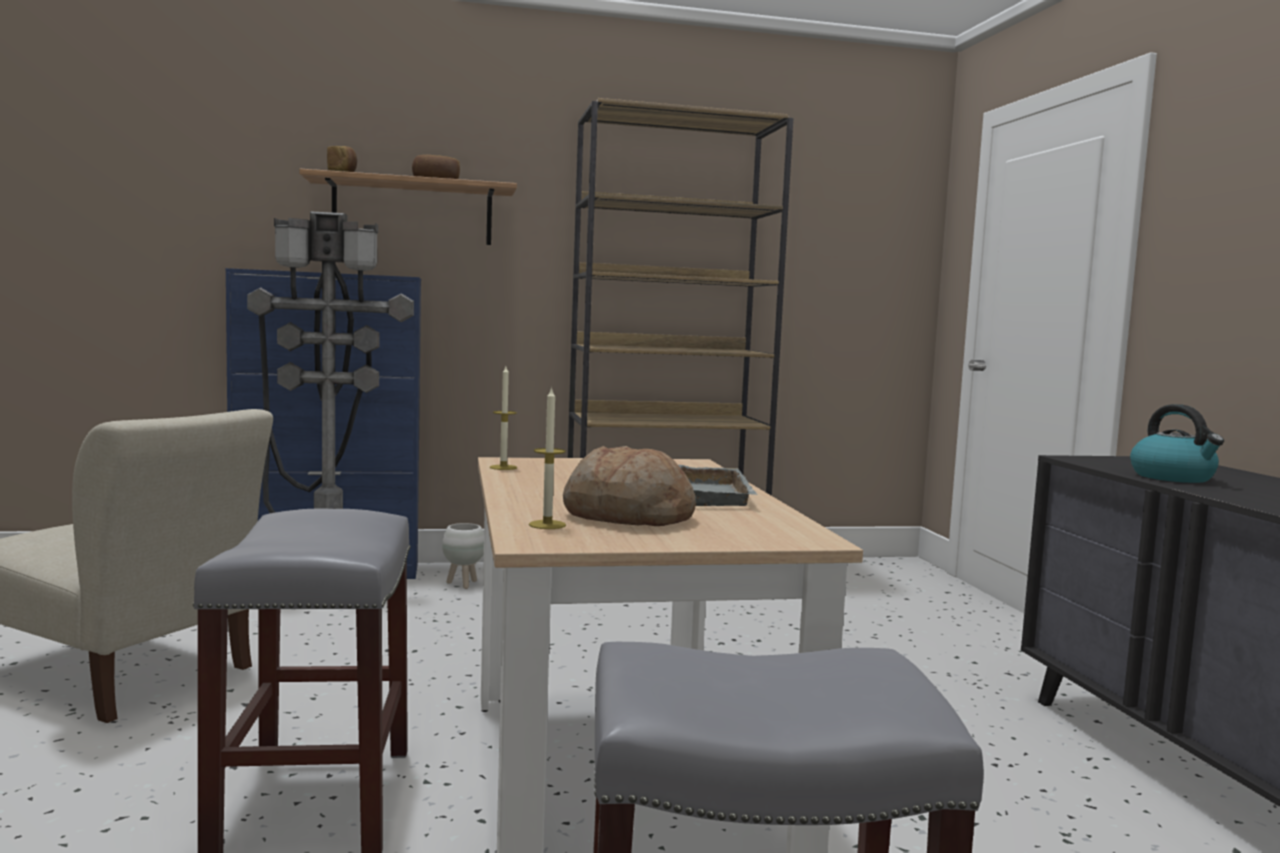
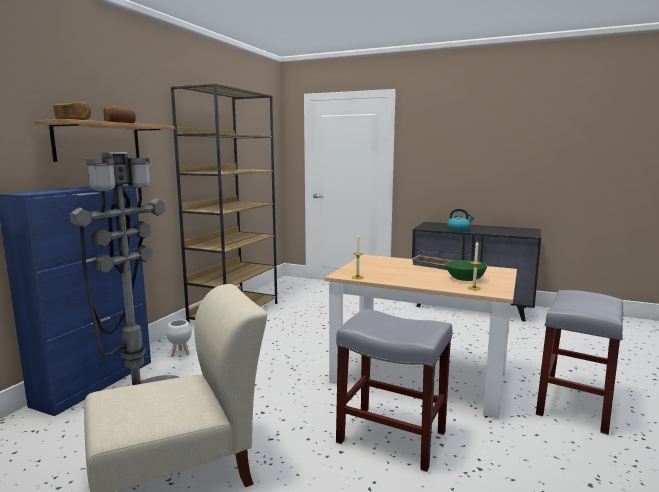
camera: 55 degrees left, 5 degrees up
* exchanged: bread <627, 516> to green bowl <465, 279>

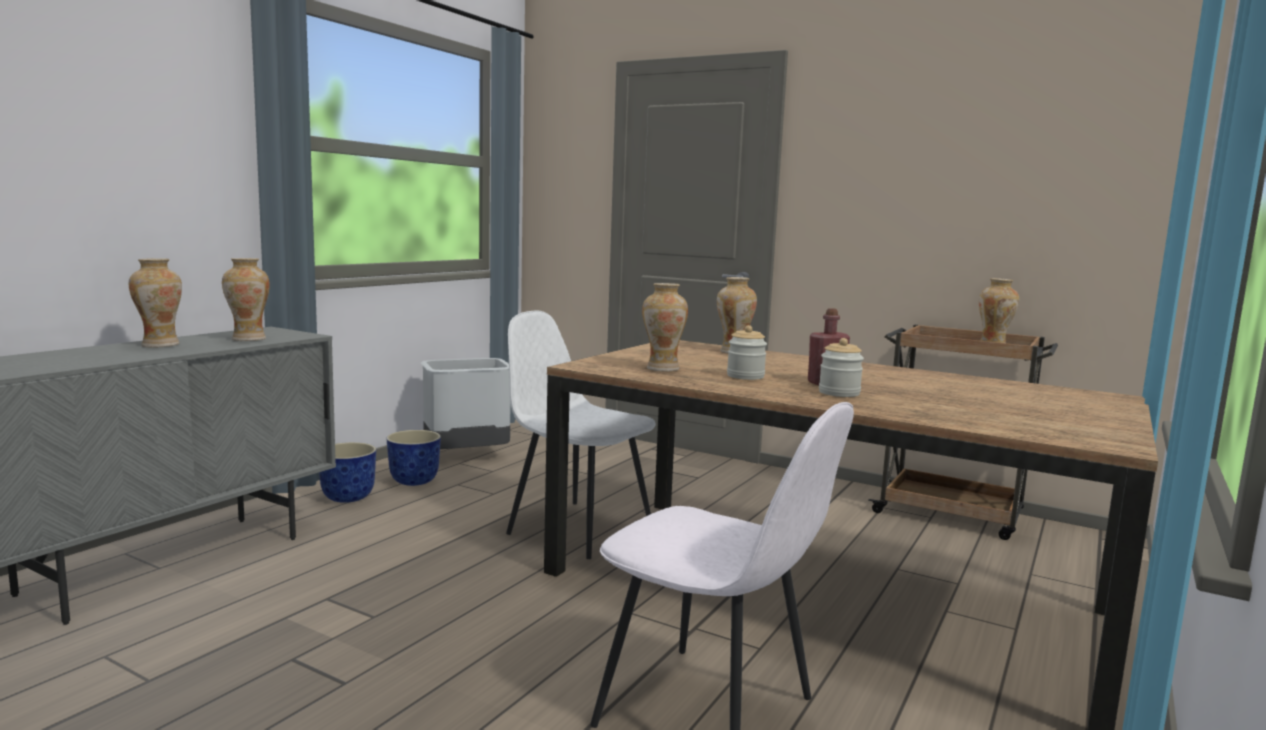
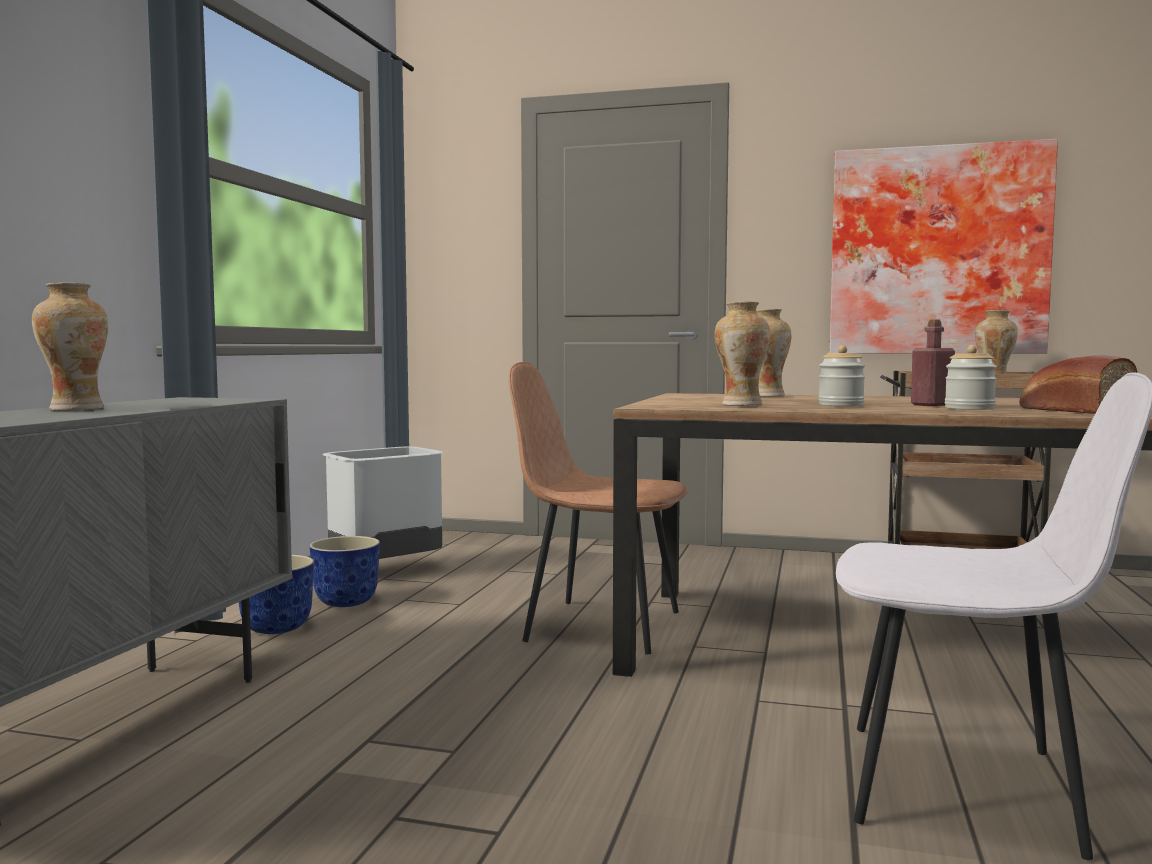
camera: 15 degrees left, 5 degrees down
* missing: vase <248, 339>
* appeared: picture <937, 251>
* appeared: bread <1070, 410>
* colour: white chair <577, 528> to brown chair <599, 626>

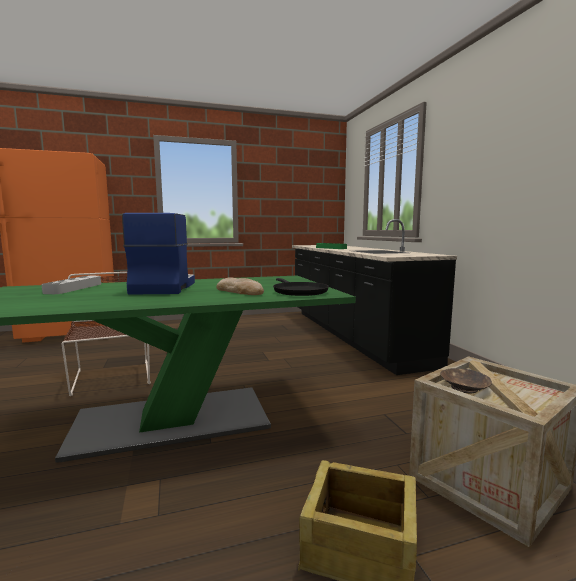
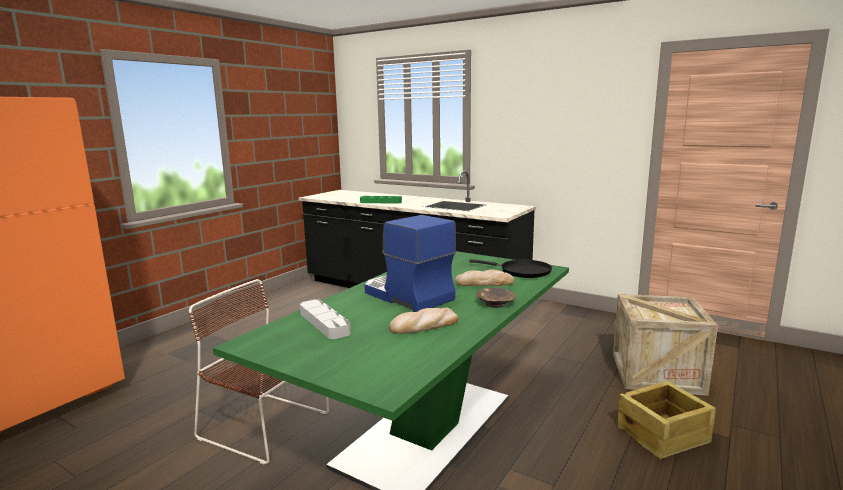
camera: 40 degrees left, 5 degrees up
* appeared: bread <424, 325>
* relocated: brown bowl <463, 387> to <494, 303>

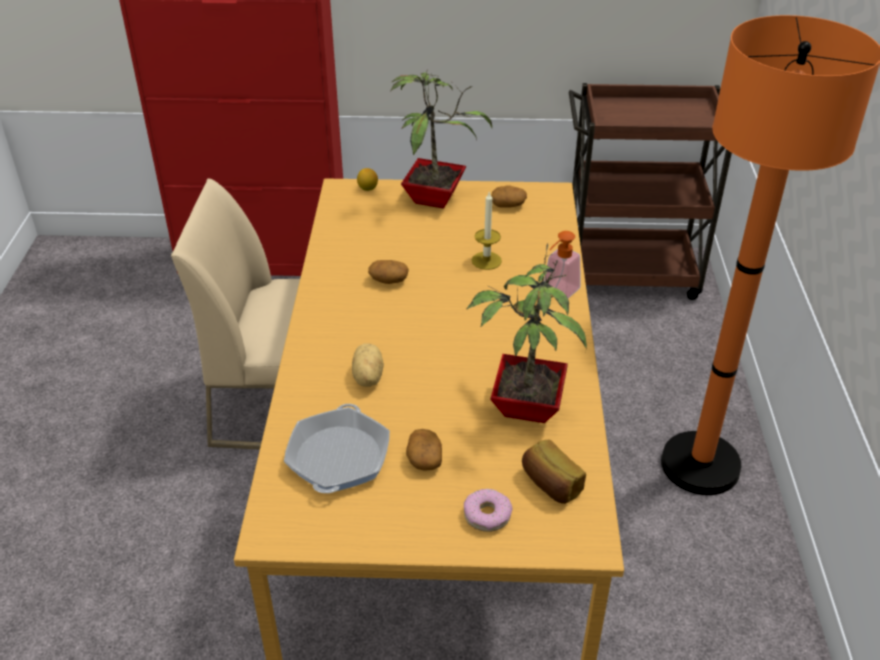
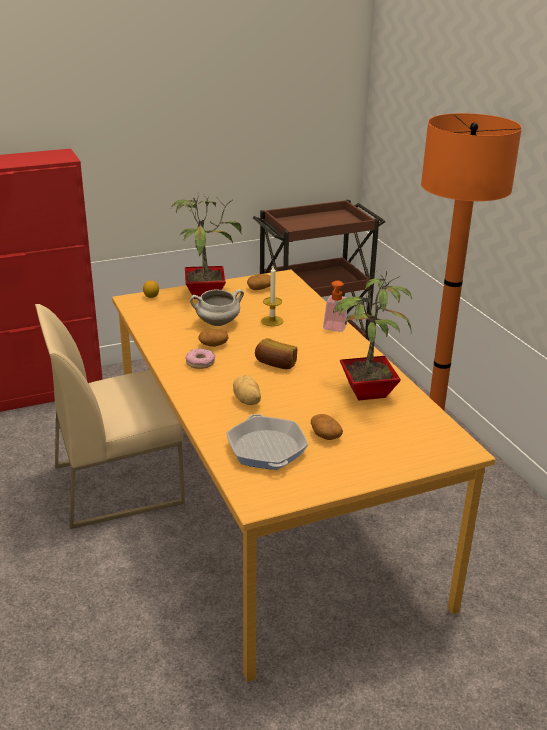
camera: 25 degrees left, 10 degrees down
* appeared: white cooking pot <217, 323>
* relocated: donut <487, 515> to <200, 363>
* relocated: bread <550, 484> to <275, 364>

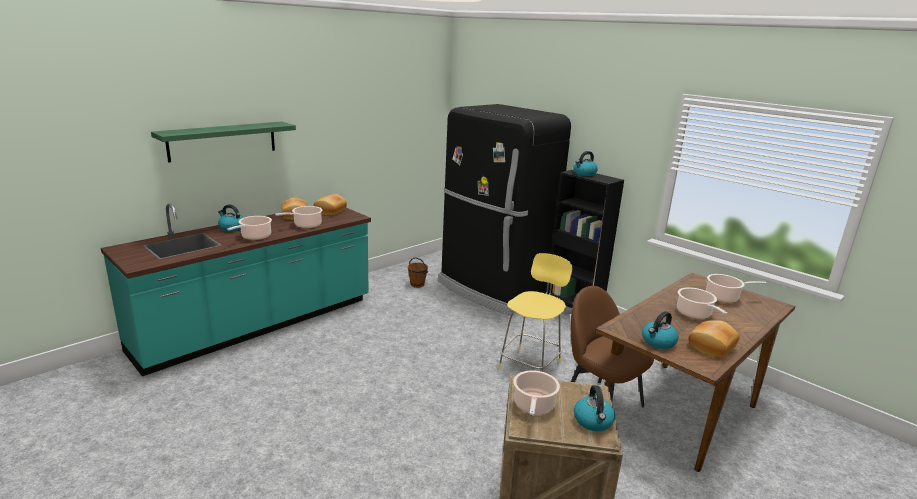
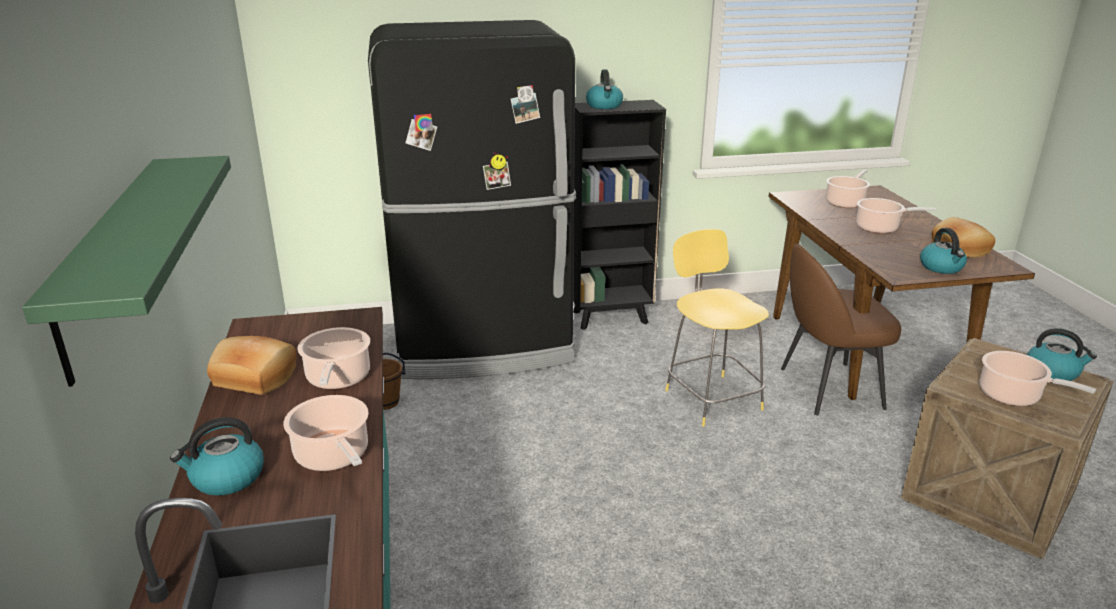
camera: 55 degrees left, 5 degrees up
* missing: bread <331, 211>

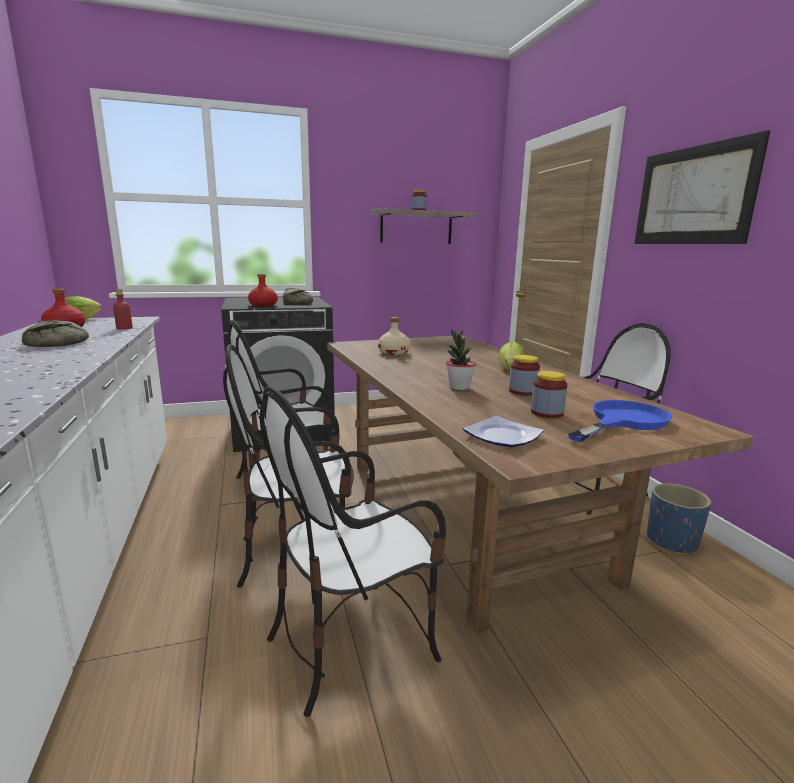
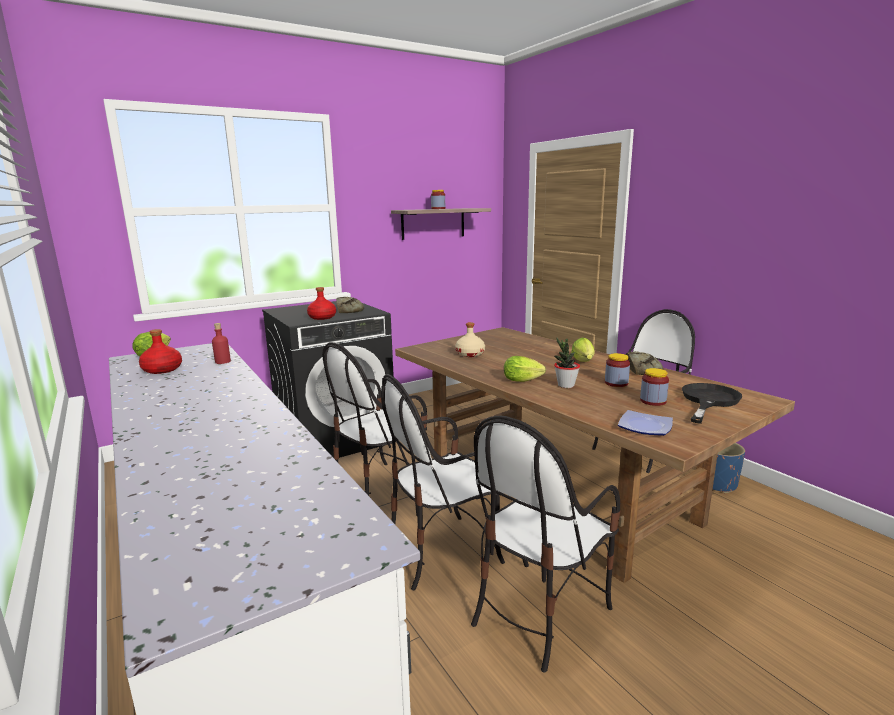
camera: 15 degrees left, 0 degrees up
* missing: picture <693, 196>
* appeared: lettuce <524, 381>
* relocated: bread <60, 343> to <641, 369>
* colour: blue frying pan <622, 421> to black frying pan <708, 401>

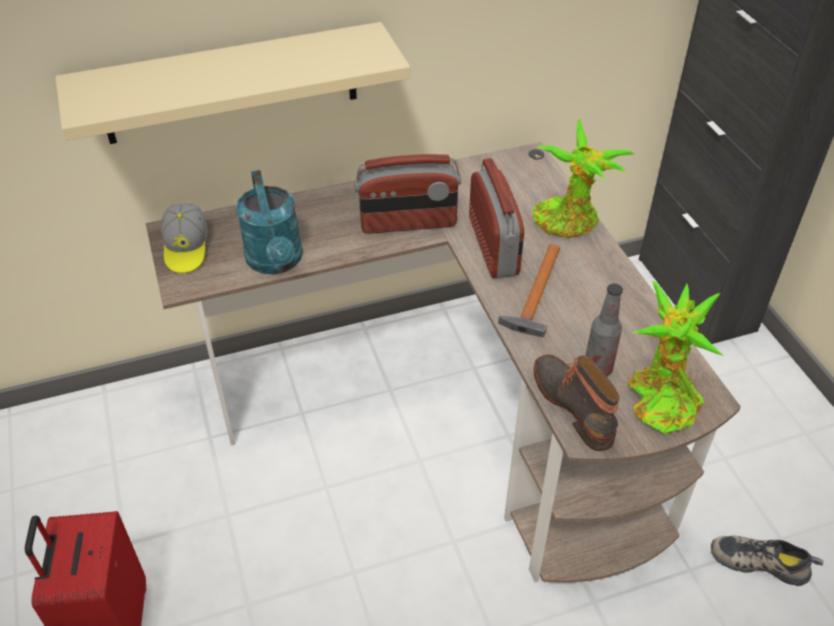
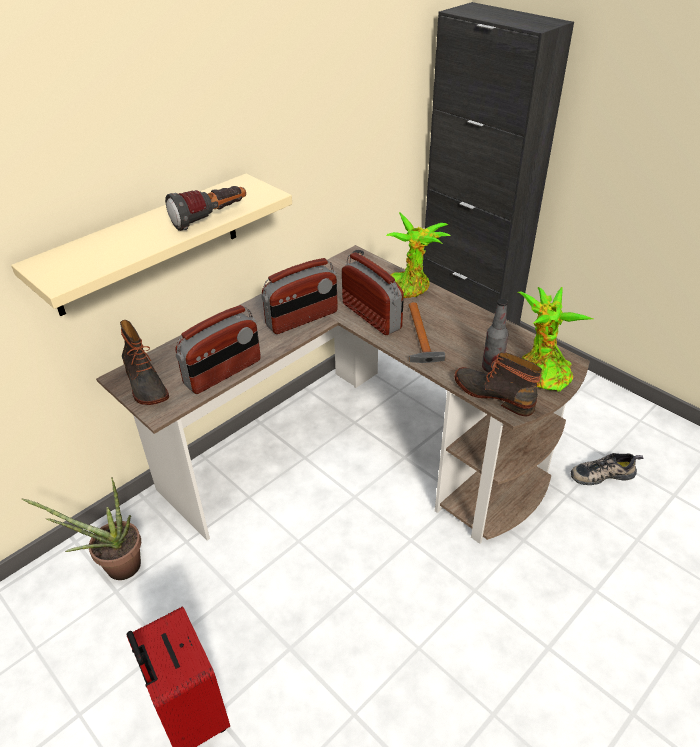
camera: 25 degrees left, 5 degrees down
* appeared: potted plant <115, 567>
* appeared: flashlight <211, 219>
* exchanged: cap <186, 248> to boot <144, 385>
* exchanged: turquoise watering can <276, 262> to radio <223, 373>

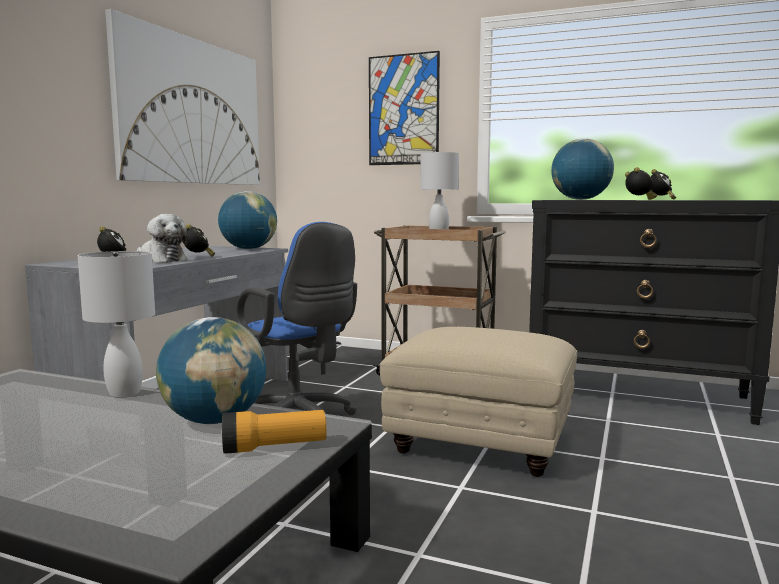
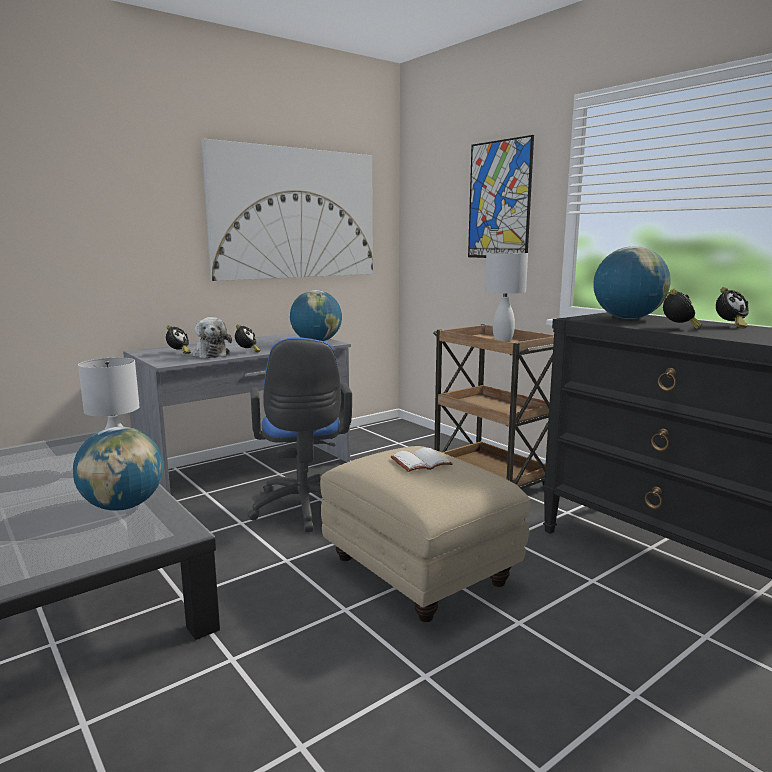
camera: 30 degrees right, 5 degrees up
* missing: flashlight <274, 447>
* appeared: white book <421, 462>

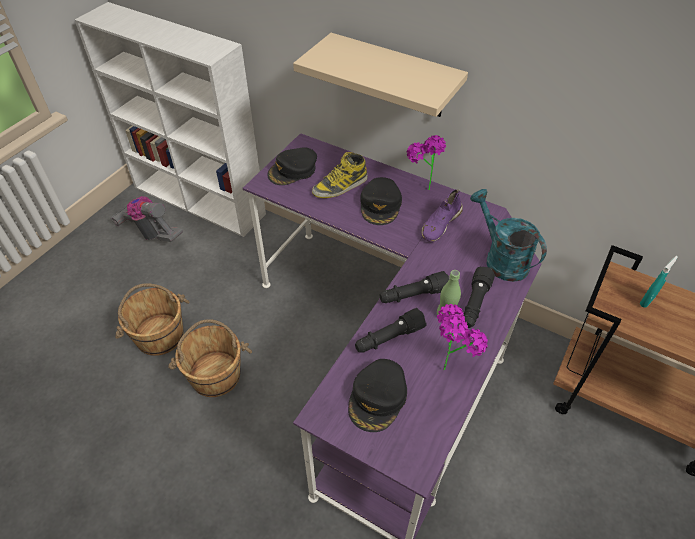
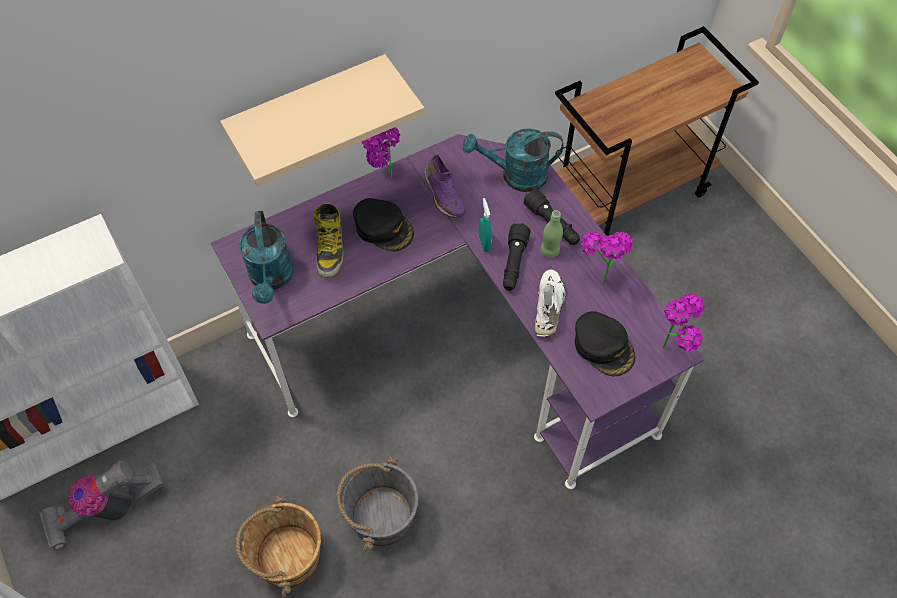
camera: 60 degrees left, 10 degrees up
* appeared: potted plant <674, 347>
* relocated: turquoise spray bottle <647, 301> to <484, 243>
* exchanged: black cap <293, 171> to turquoise watering can <271, 279>
* exchanged: black flashlight <388, 338> to white shoe <549, 307>
* colour: brown bucket <215, 374> to grey bucket <381, 516>

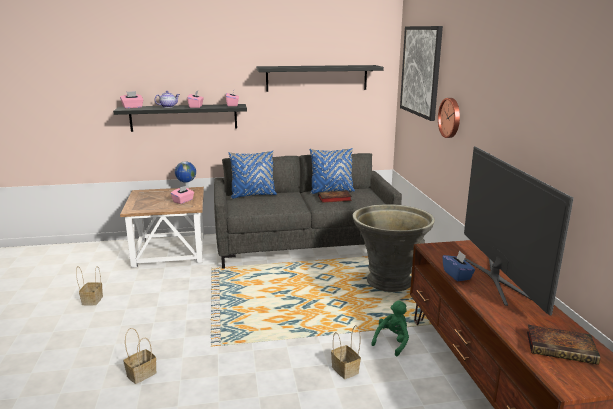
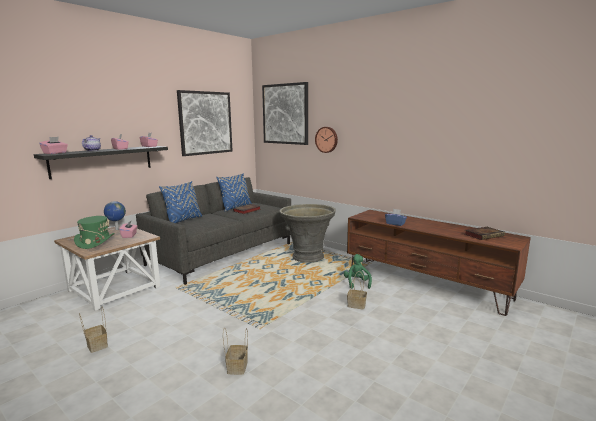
camera: 40 degrees left, 5 degrees down
* missing: television <497, 278>
* appeared: green hat <95, 242>
* exchanged: black shelf <317, 78> to picture <205, 123>

